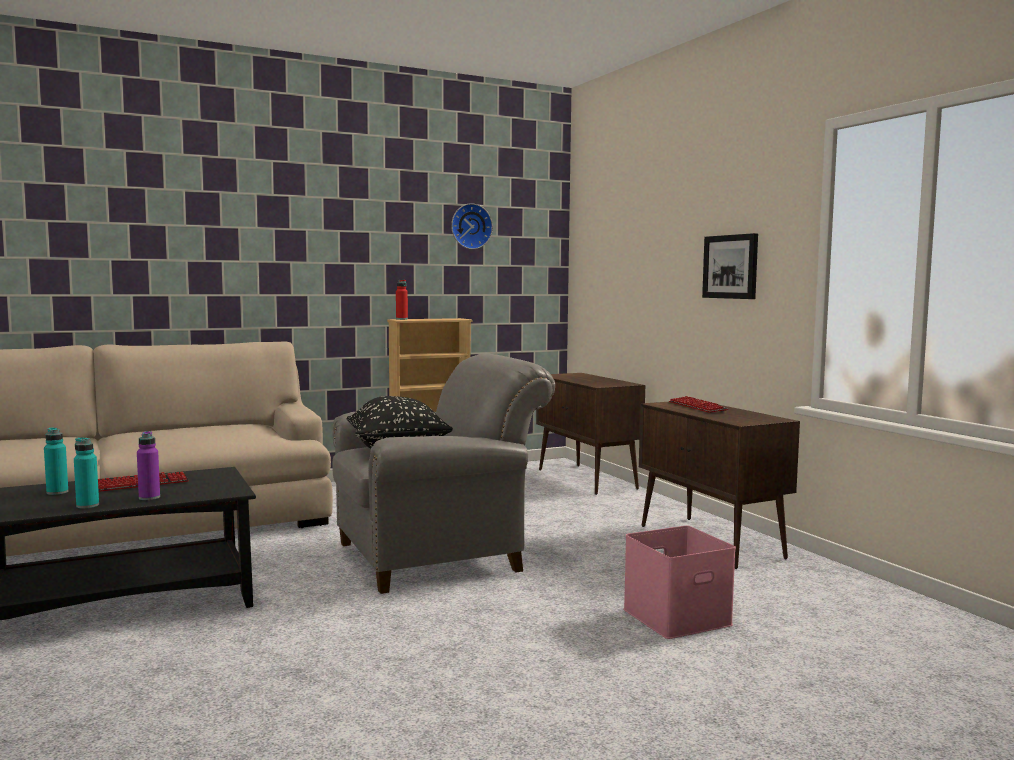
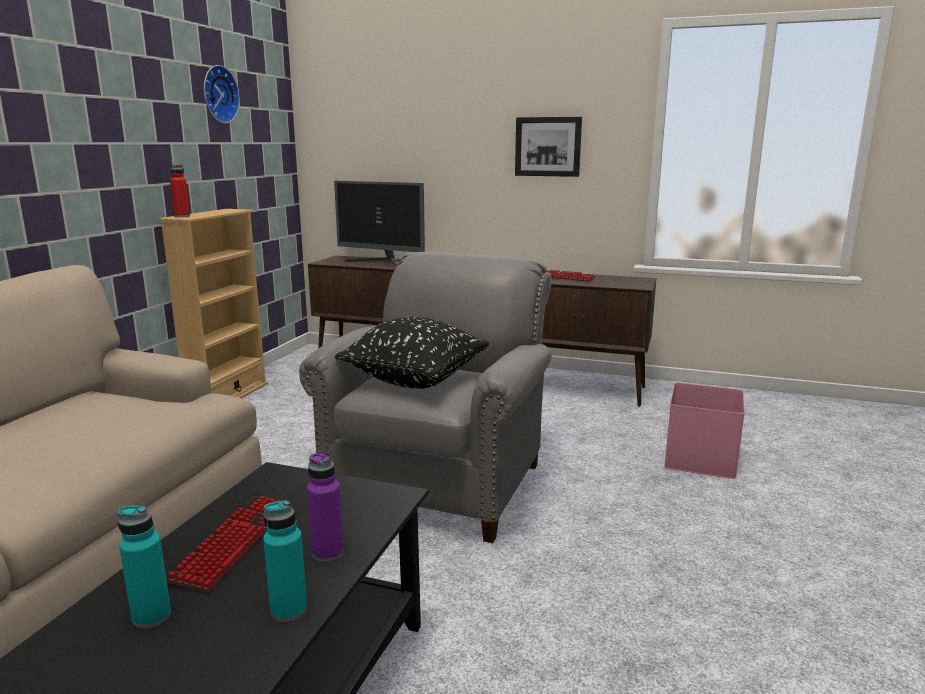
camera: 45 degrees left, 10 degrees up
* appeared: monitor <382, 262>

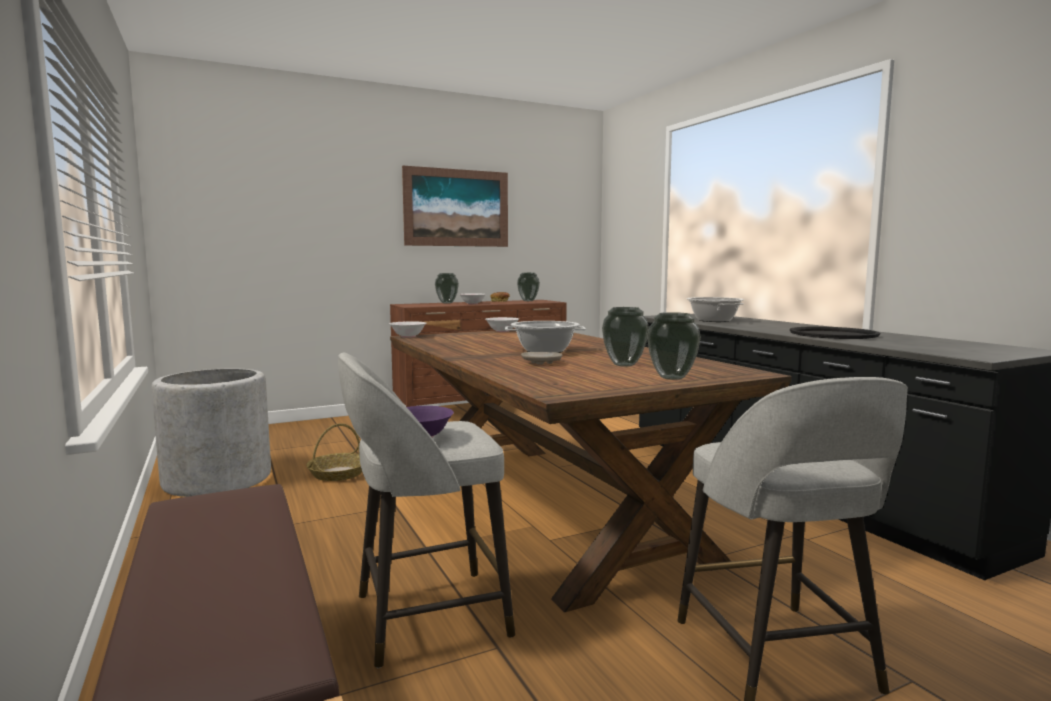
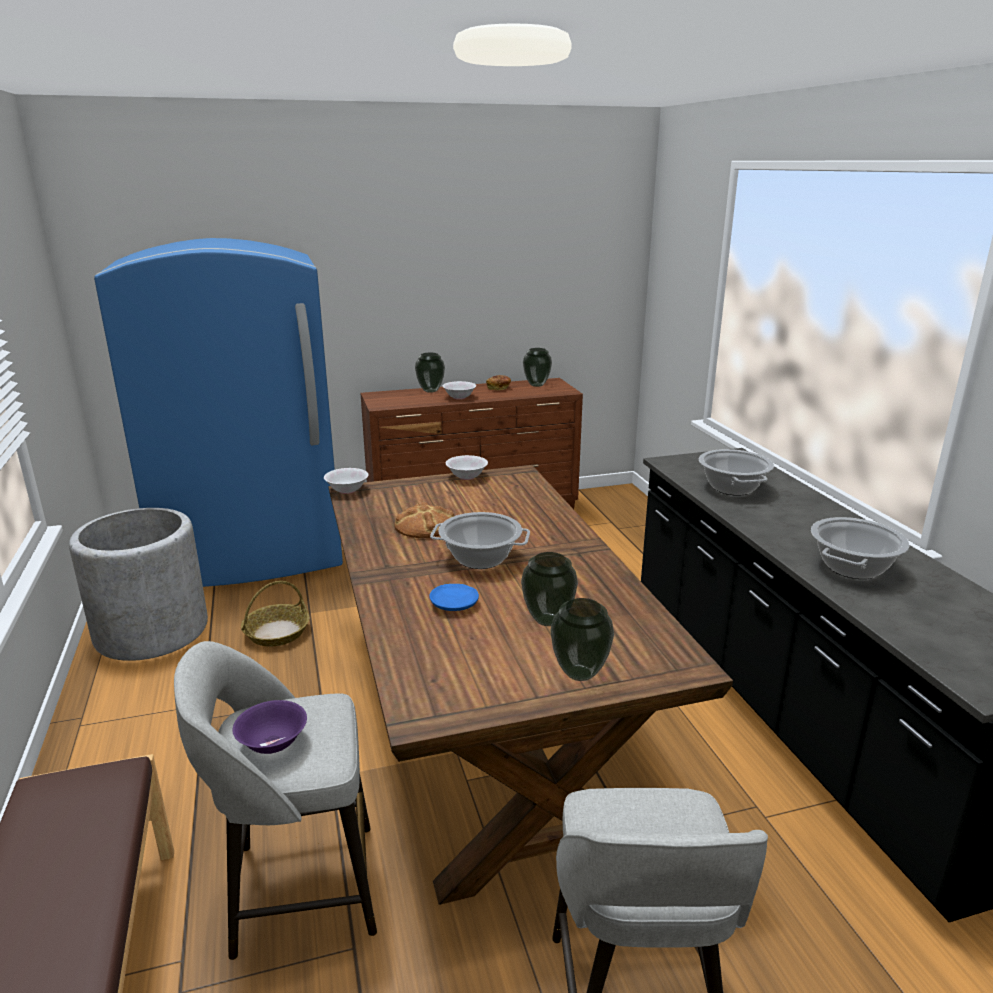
camera: 10 degrees right, 15 degrees up
* missing: picture <457, 208>
* appeared: blue fridge <253, 555>
* appeared: bread <425, 526>
* exchanged: black tray <833, 334> to cooking pot <852, 567>
* colour: beige plate <542, 363> to blue plate <454, 604>

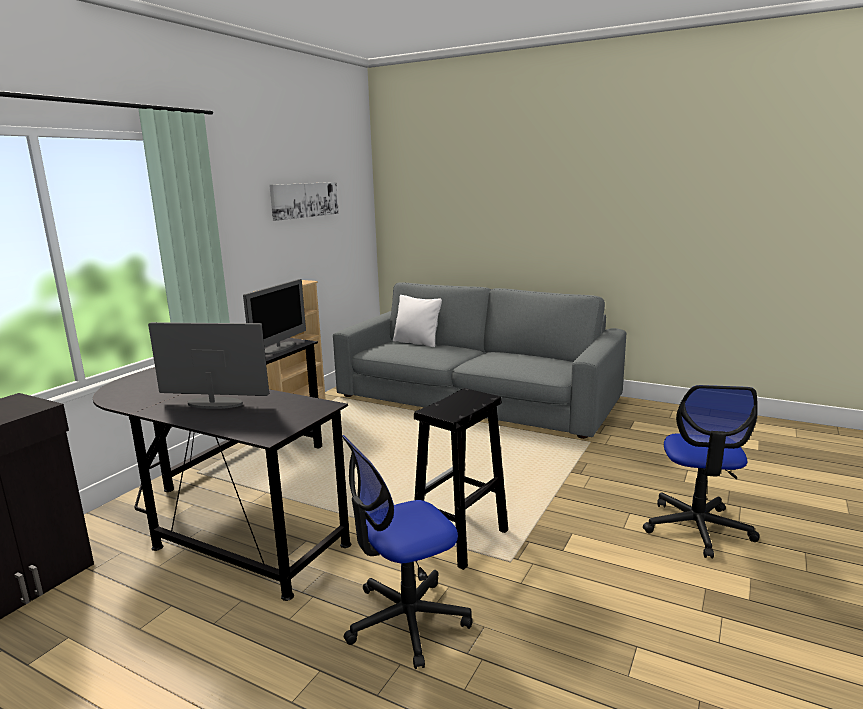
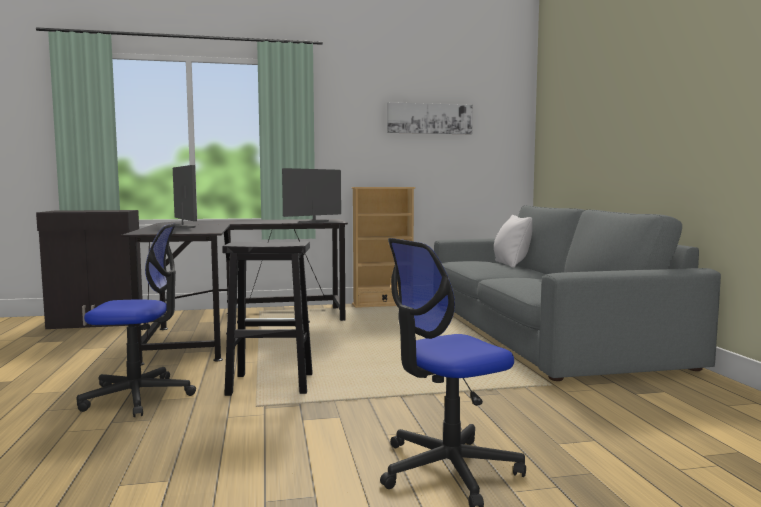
camera: 50 degrees right, 10 degrees down
* spun: monitor <279, 348> = <313, 222> 150 degrees clockwise
* spun: office chair <406, 620> = <138, 397> 150 degrees clockwise

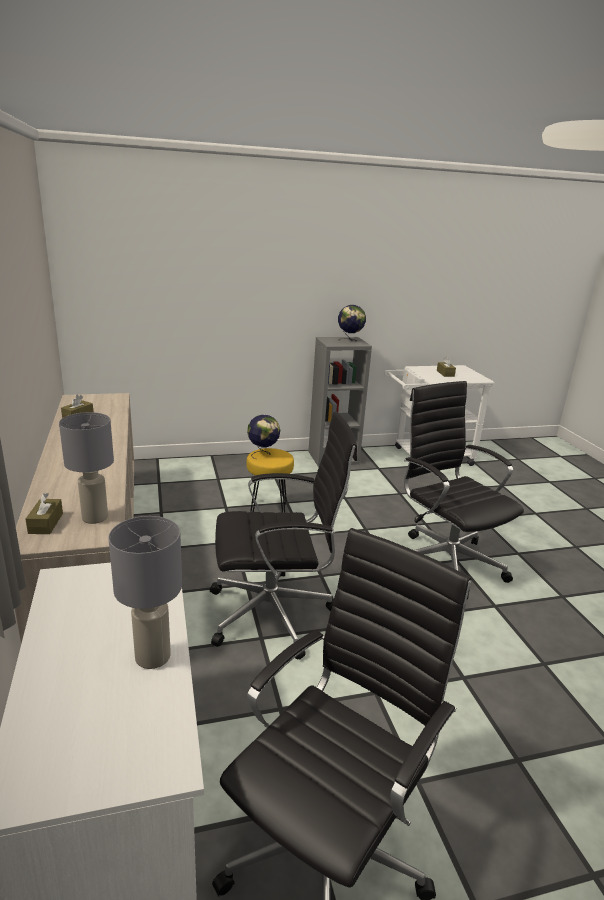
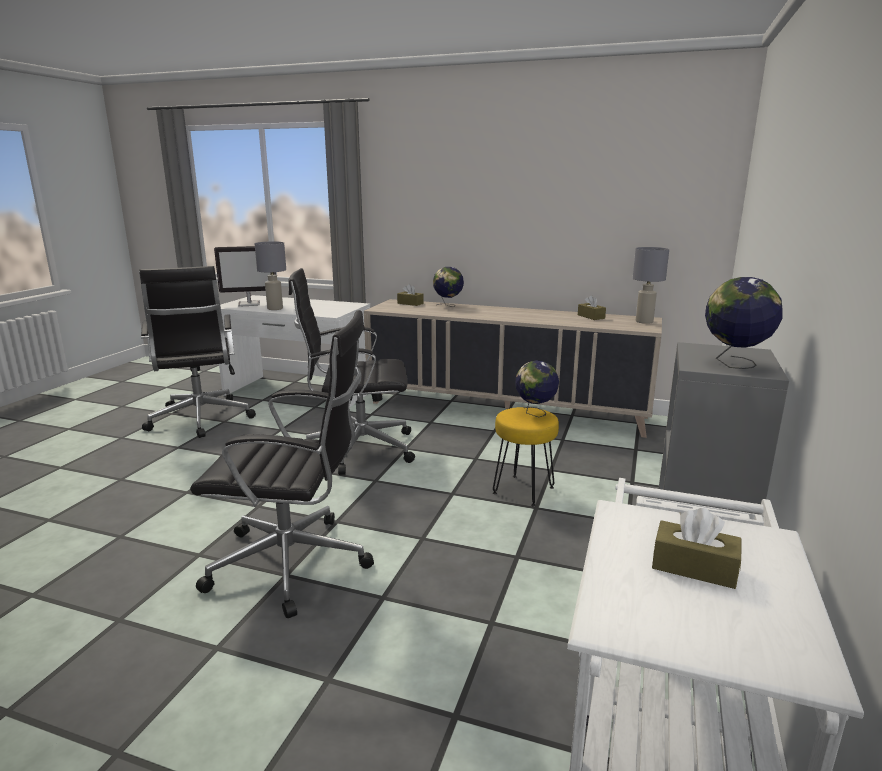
camera: 125 degrees right, 5 degrees down
* appeared: monitor <249, 304>
* appeared: globe <448, 305>
* relocated: grey table lamp <94, 518> to <644, 321>
* spun: black office chair <275, 613> = <357, 449> 60 degrees clockwise

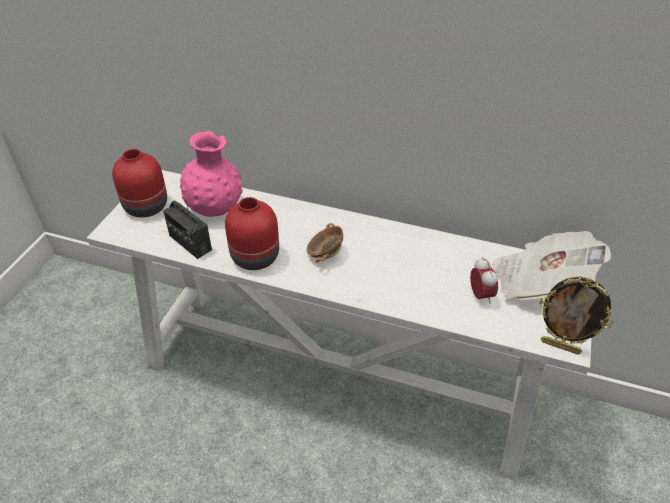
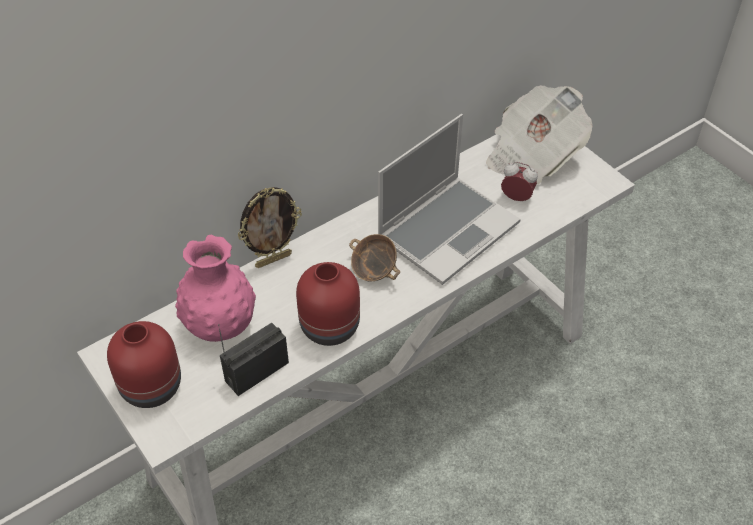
camera: 55 degrees left, 5 degrees up
* appeared: laptop <448, 229>
* relocated: picture frame <560, 346> to <273, 259>
* spun: radio <190, 243> = <256, 371> 150 degrees clockwise

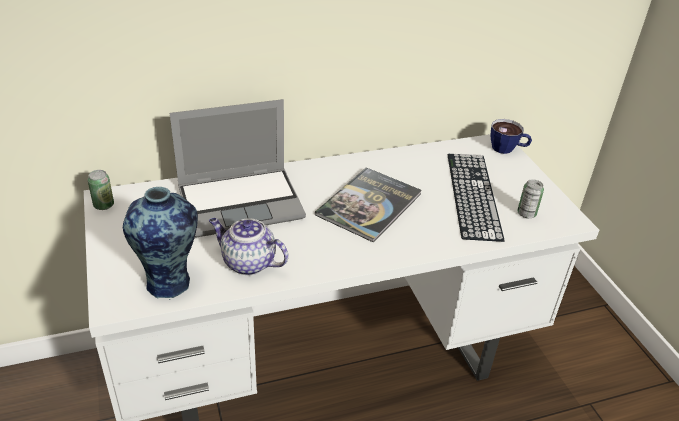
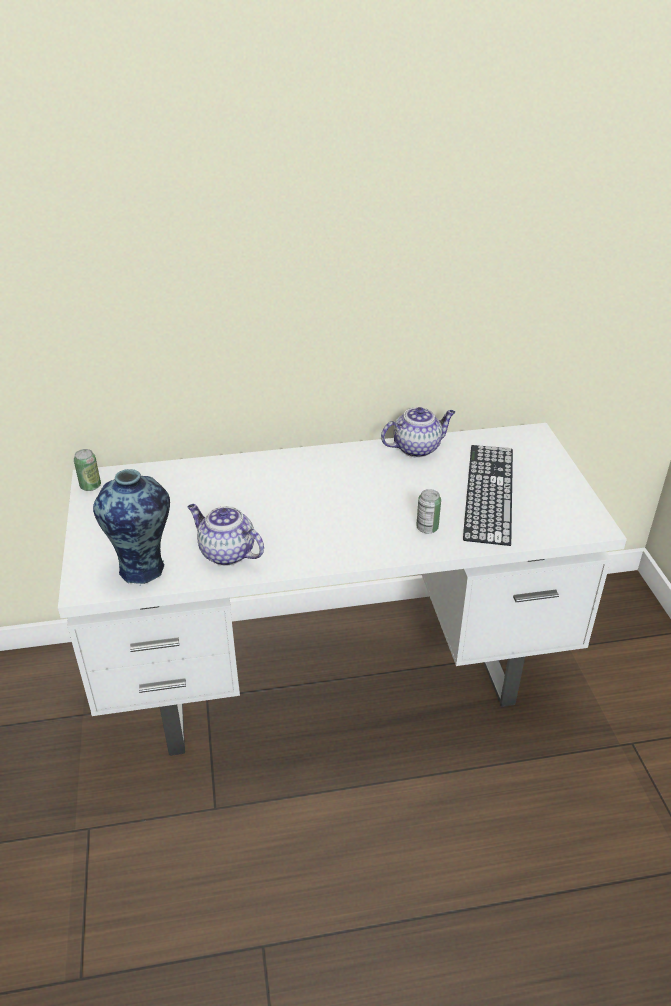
camera: 10 degrees right, 0 degrees up
* missing: laptop <242, 202>
* missing: book <369, 204>
* missing: cup <507, 149>
* appeared: teapot <417, 448>
* relocated: can <526, 213> to <427, 528>

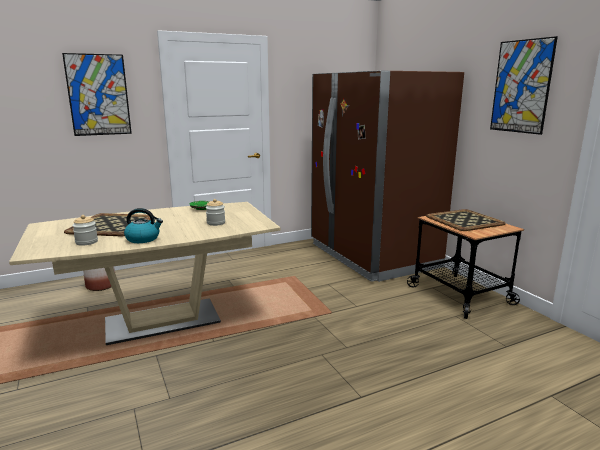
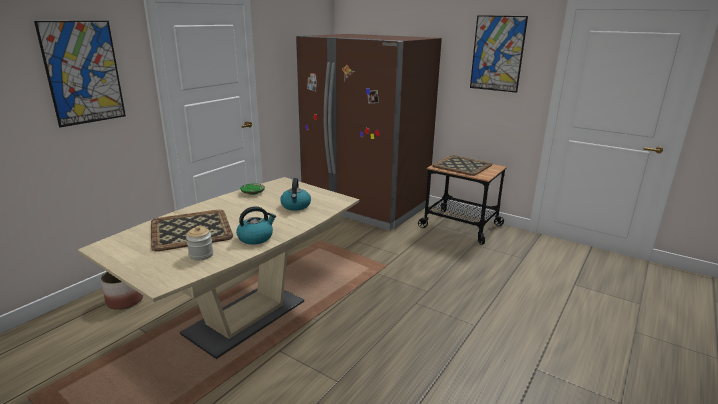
camera: 30 degrees left, 5 degrees up
* exchanged: jar <216, 223> to kettle <296, 206>

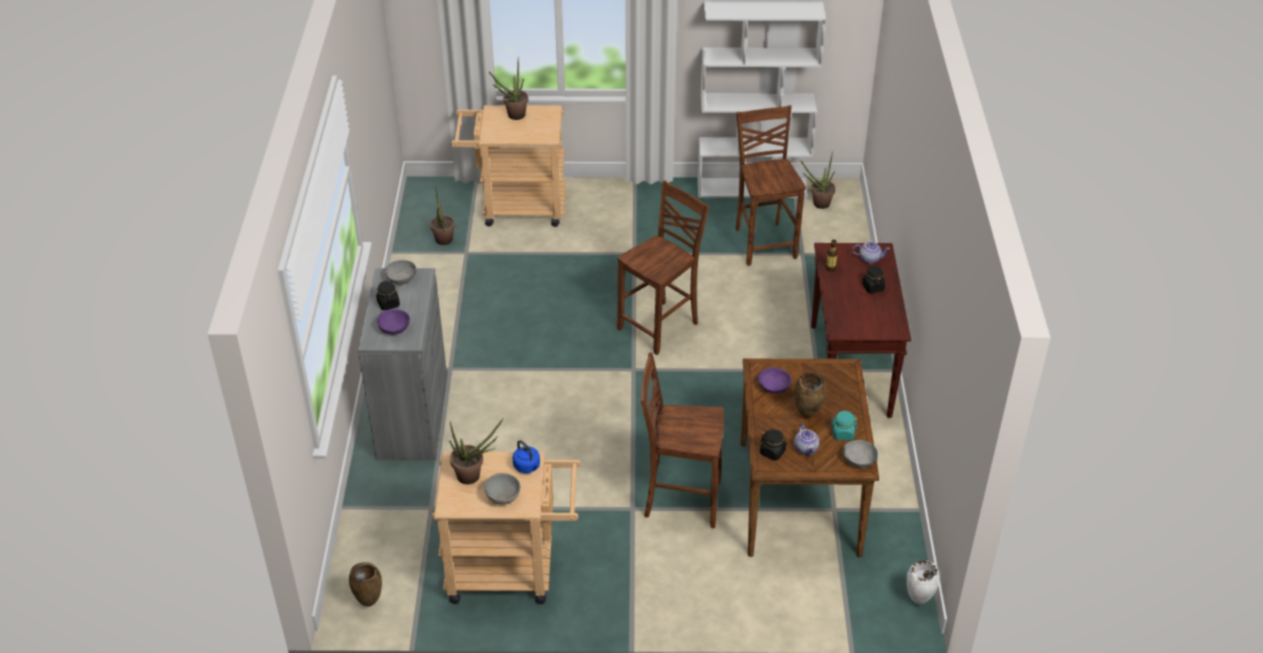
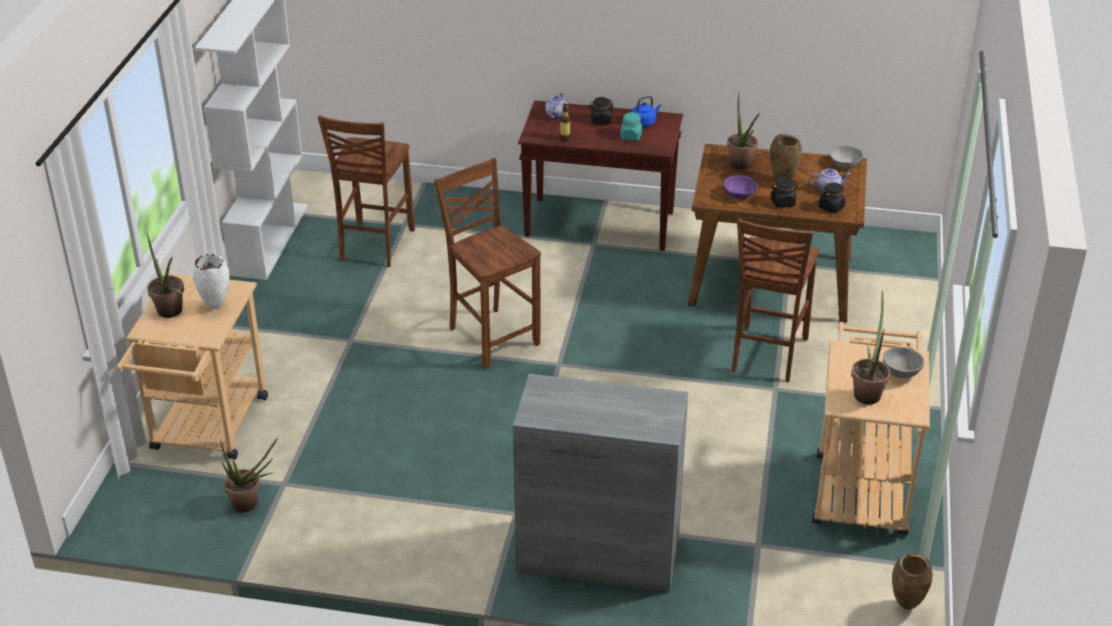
camera: 80 degrees left, 5 degrees down
* missing: purple bowl <394, 329>
* missing: grey bowl <402, 278>
* relocated: black jar <388, 304> to <783, 202>
* relocated: blue kettle <527, 467> to <644, 122>
* relocated: potted plant <818, 204> to <742, 166>
* relocated: turquoise jar <842, 433> to <631, 136>
* relocated: white vase <918, 601> to <216, 306>
* spun: brown chair <764, 243> = <374, 246> 75 degrees counterclockwise

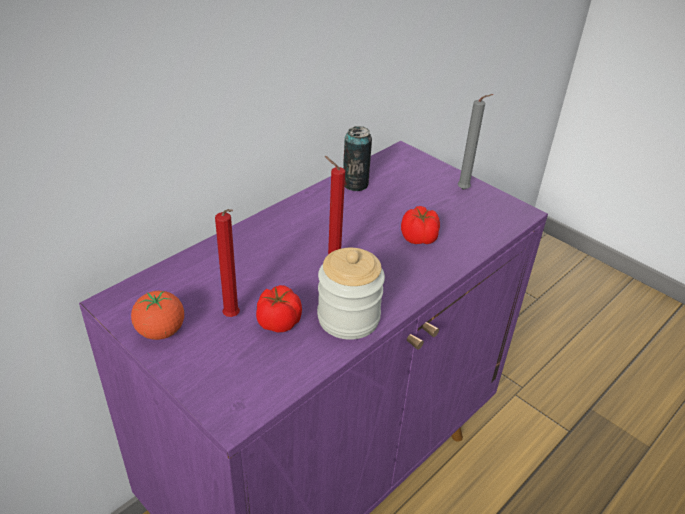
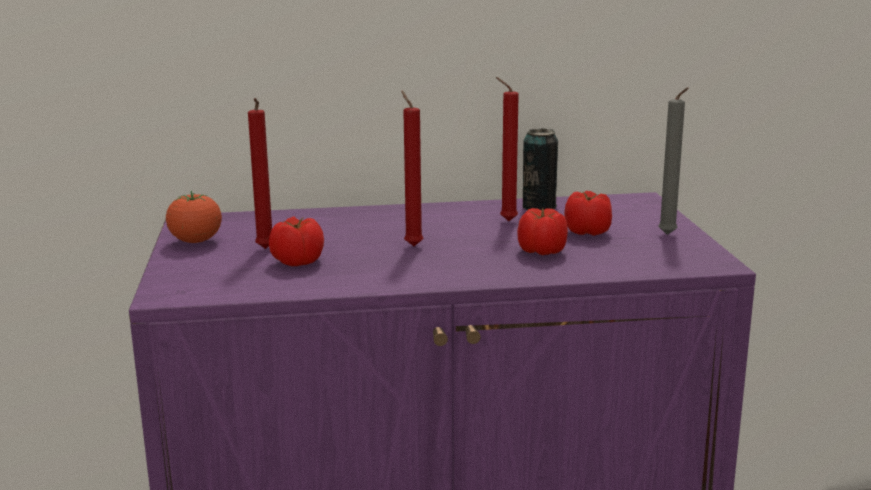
camera: 40 degrees right, 20 degrees down
* missing: jar <348, 318>
* appeared: red candle <505, 220>
* appeared: tomato <587, 232>

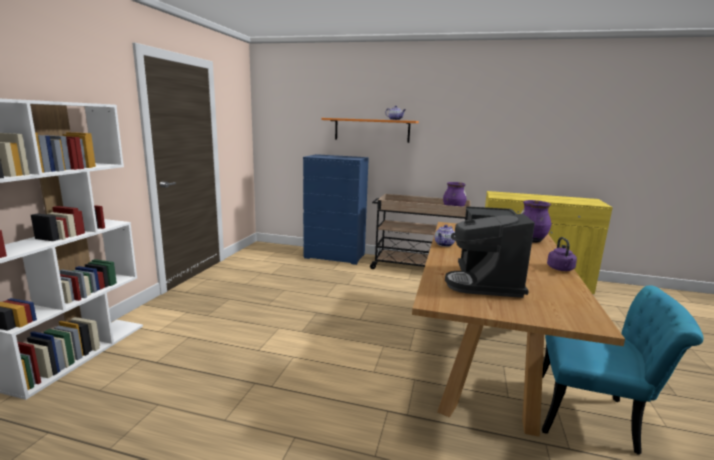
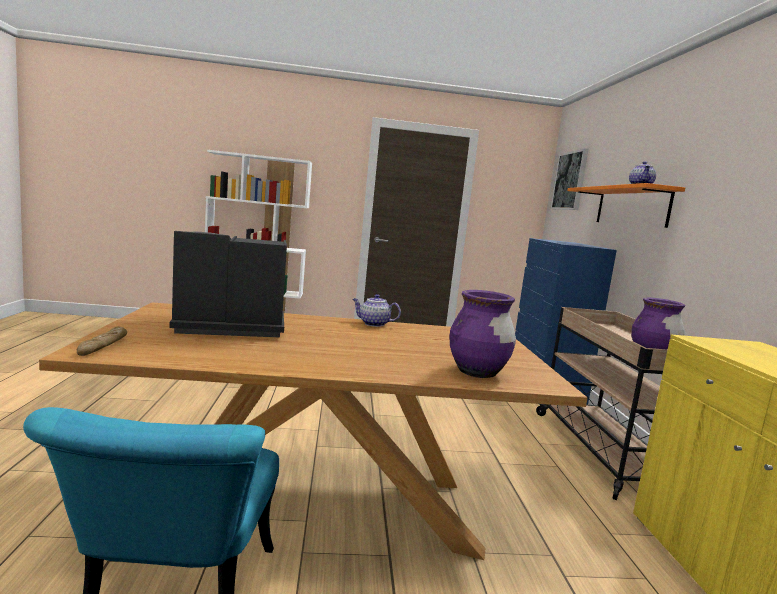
camera: 70 degrees right, 5 degrees down
* missing: purple kettle <561, 269>
* appeared: bread <103, 347>
* appeared: picture <570, 181>

